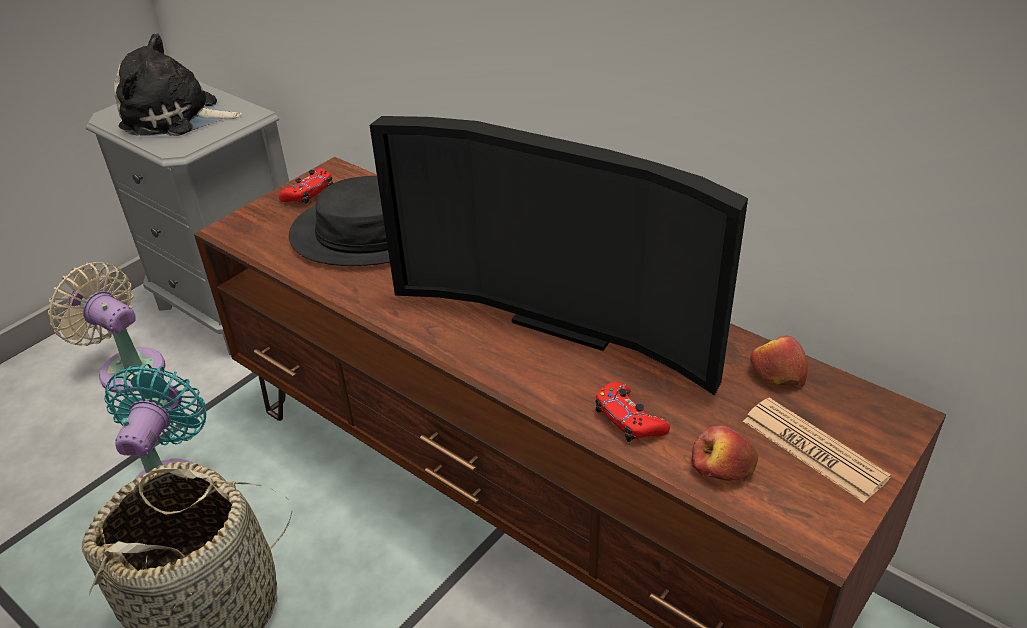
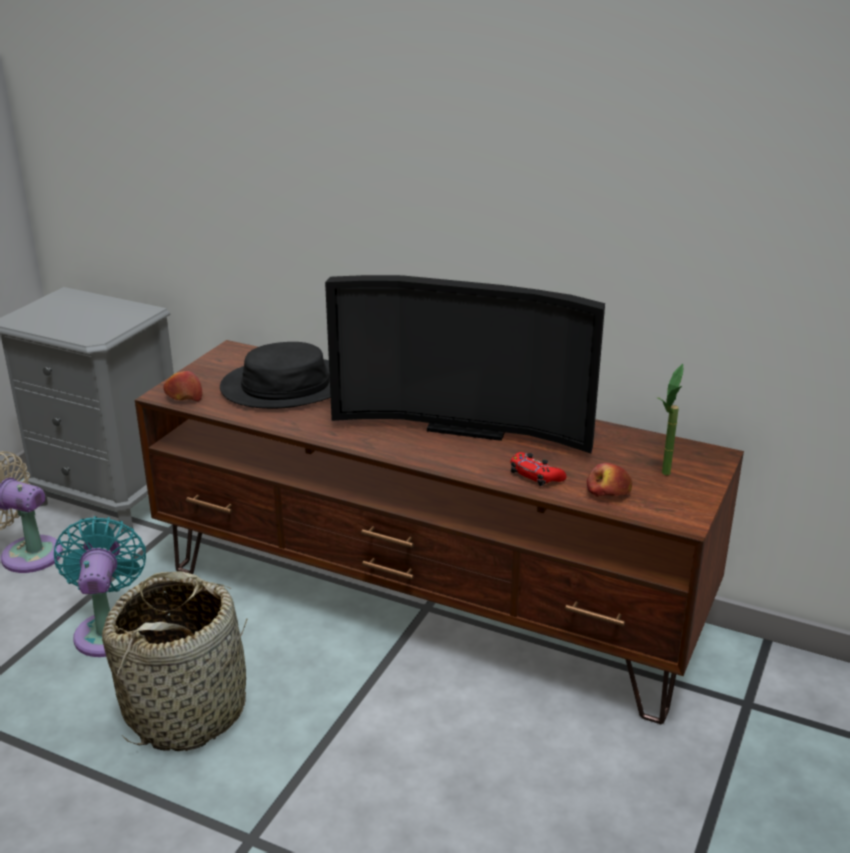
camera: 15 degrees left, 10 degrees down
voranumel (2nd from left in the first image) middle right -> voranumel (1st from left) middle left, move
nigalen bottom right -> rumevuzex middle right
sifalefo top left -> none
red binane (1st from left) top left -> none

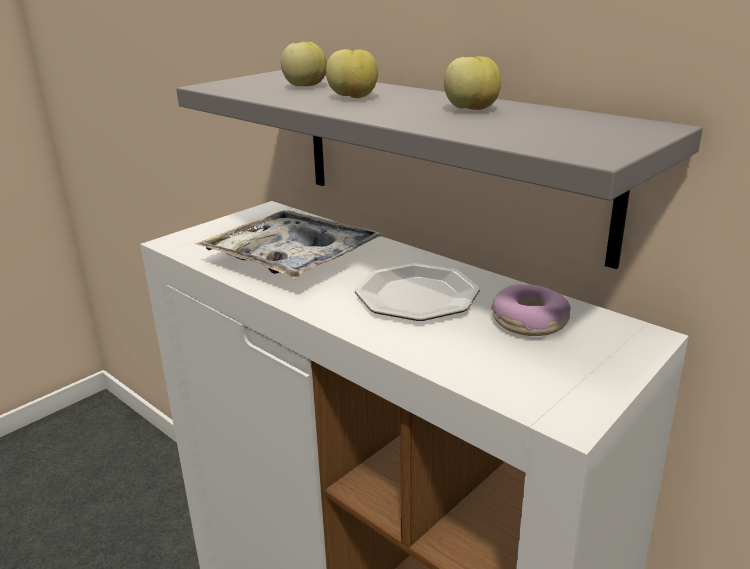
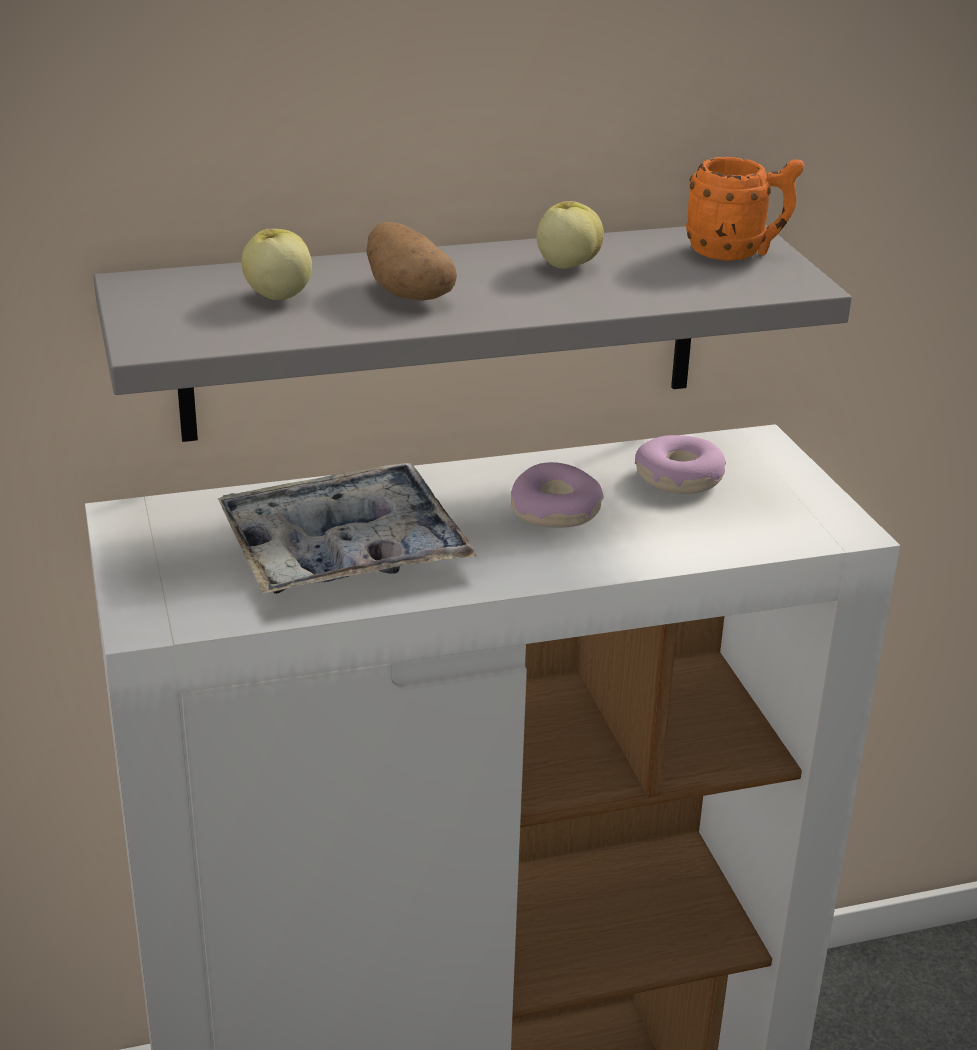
camera: 60 degrees left, 5 degrees up
voranumel (2nd from left) top centre -> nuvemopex top centre
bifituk centre -> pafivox (1st from left) centre
none -> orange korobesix top right

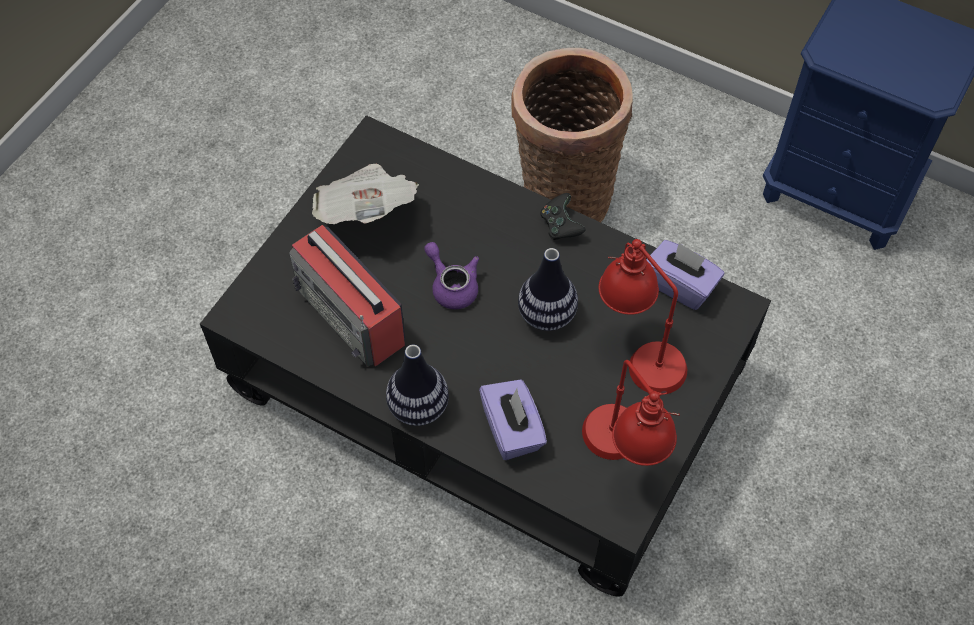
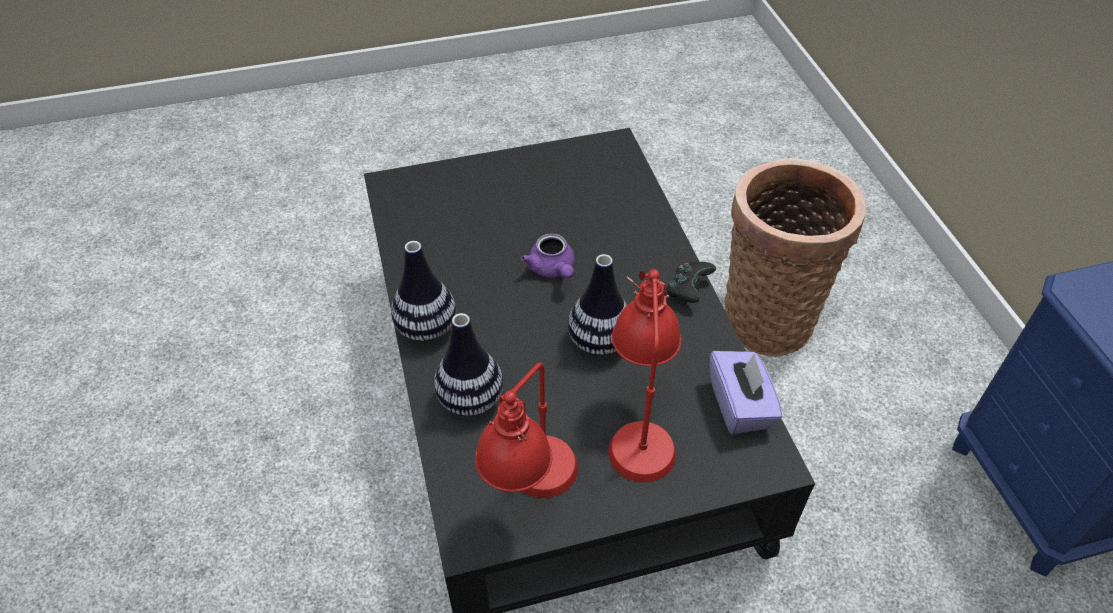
camera: 45 degrees right, 10 degrees down
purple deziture (1st from left) bottom centre -> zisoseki (2nd from left) centre
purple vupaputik centre, 150 degrees clockwise
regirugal centre -> none
nigalen top centre -> none

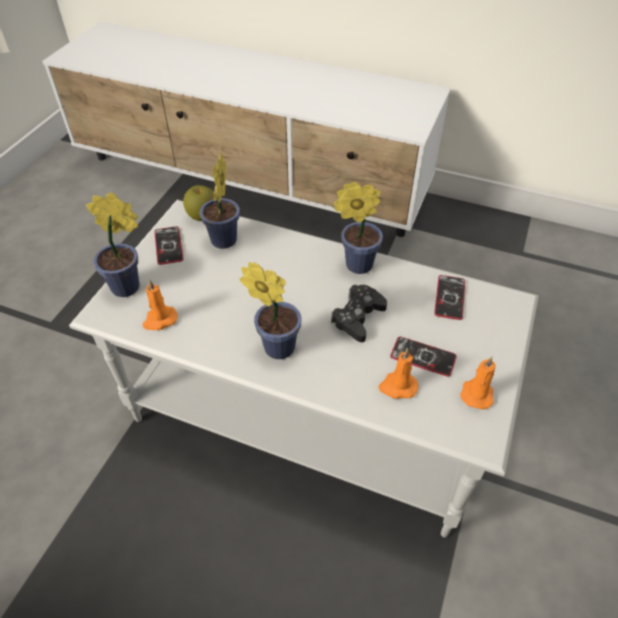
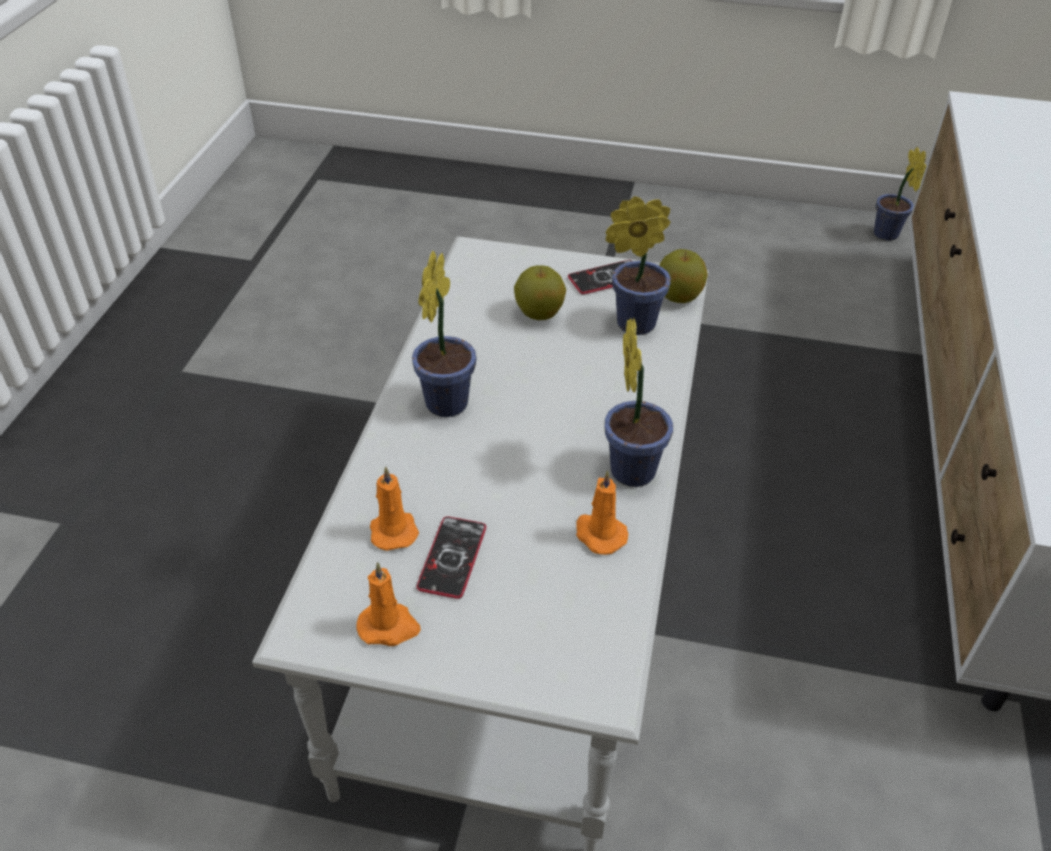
camera: 80 degrees right, 5 degrees down
none -> voranumel (1st from left) centre
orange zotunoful (1st from left in the first image) middle left -> orange zotunoful (3rd from left) centre, move
rumevuzex (1st from left in the first image) middle left -> rumevuzex (4th from left) top right, move
black binane centre -> none
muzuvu (3rd from left) middle right -> none

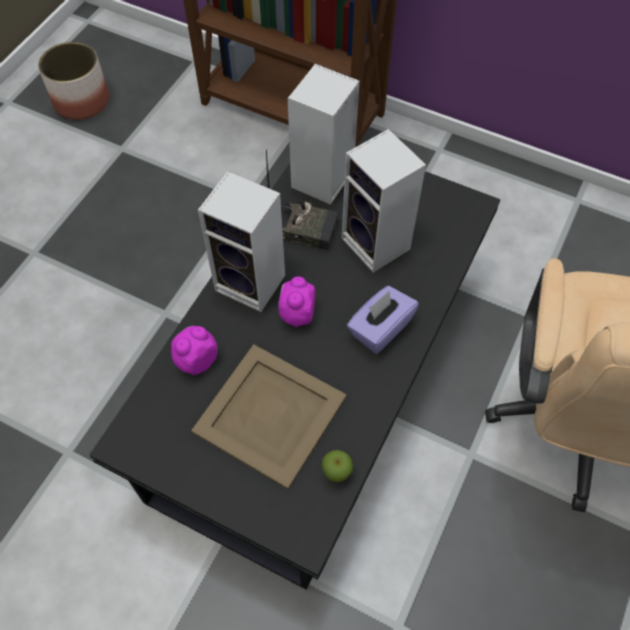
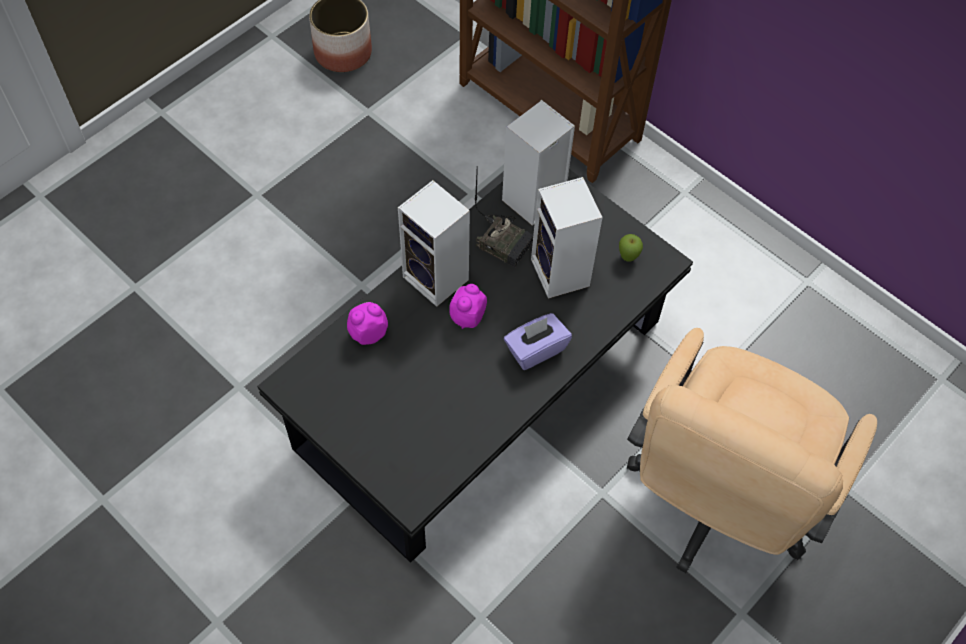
camera: 15 degrees right, 0 degrees up
voranumel bottom centre -> voranumel centre, move
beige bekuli centre -> none

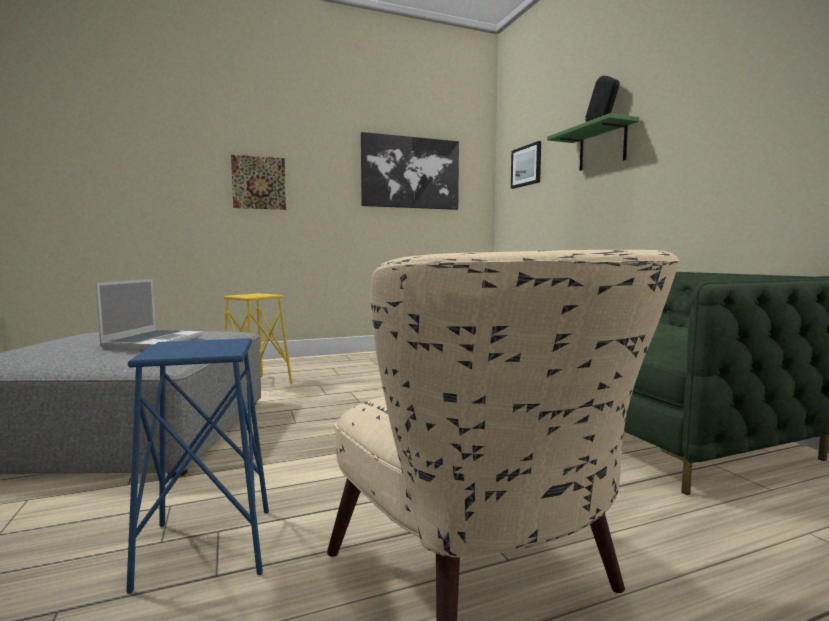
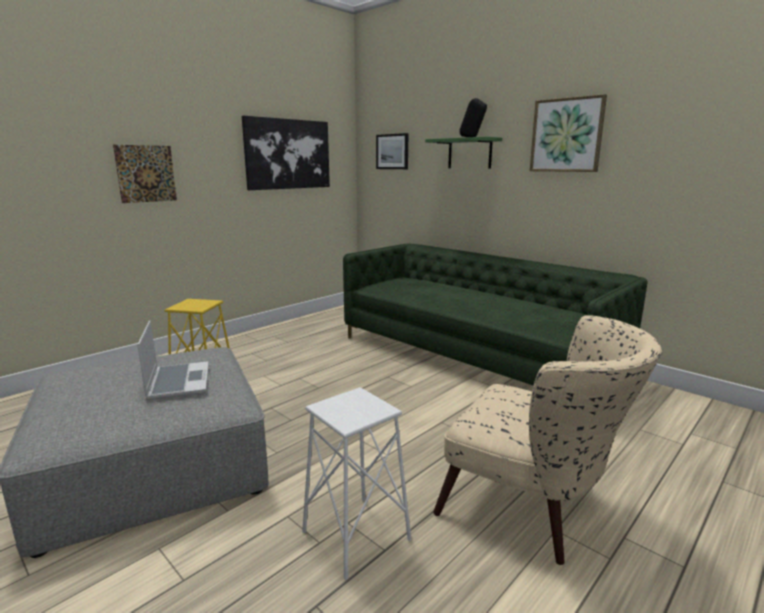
camera: 25 degrees left, 10 degrees up
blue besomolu bottom left -> white besomolu bottom centre
none -> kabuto (4th from left) top right

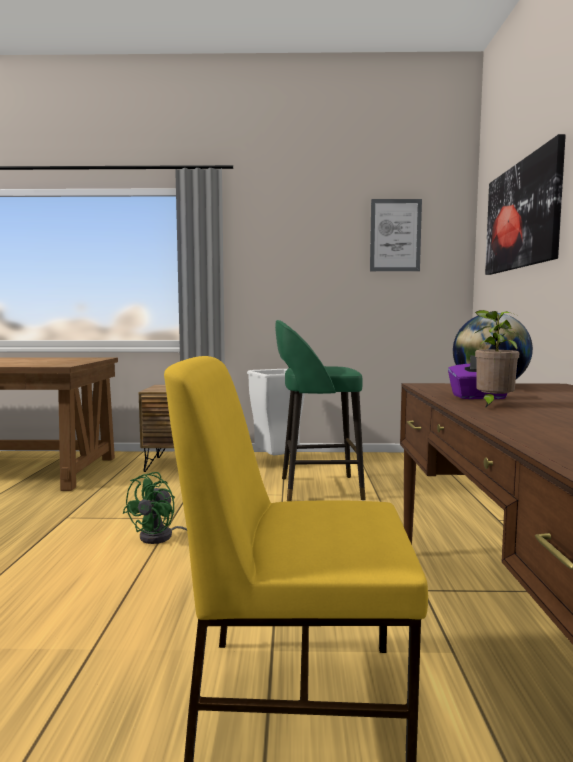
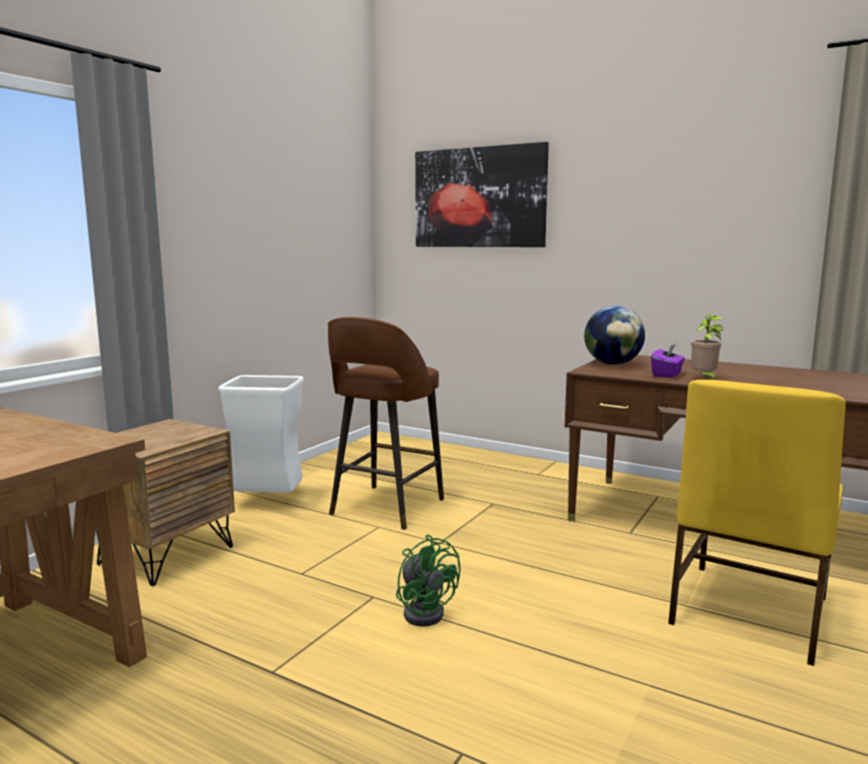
camera: 60 degrees left, 5 degrees up
green besomolu centre -> brown besomolu centre
kabuto (1st from left) top right -> none

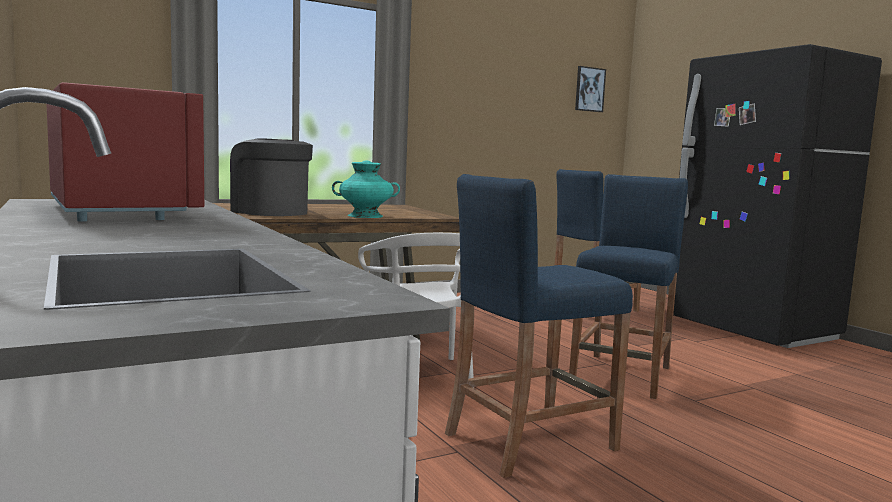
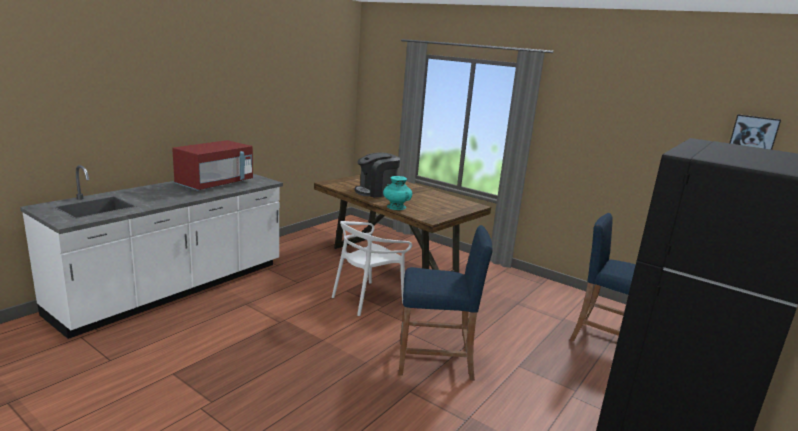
camera: 65 degrees right, 10 degrees up
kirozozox middle left -> kirozozox centre, 135 degrees counterclockwise
blue besomolu (1st from left) centre -> none

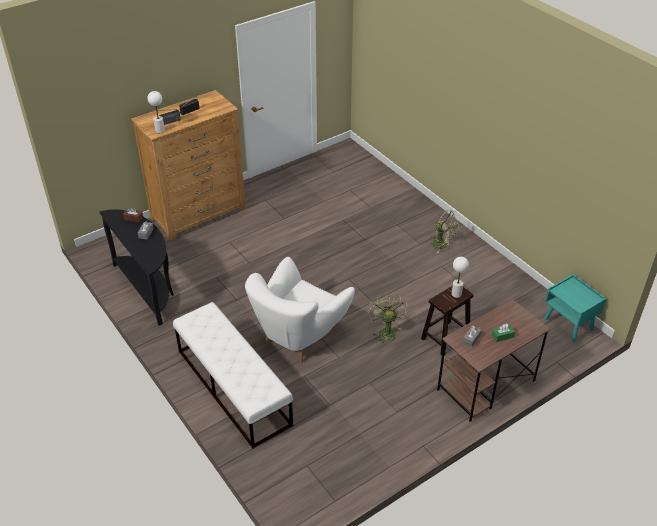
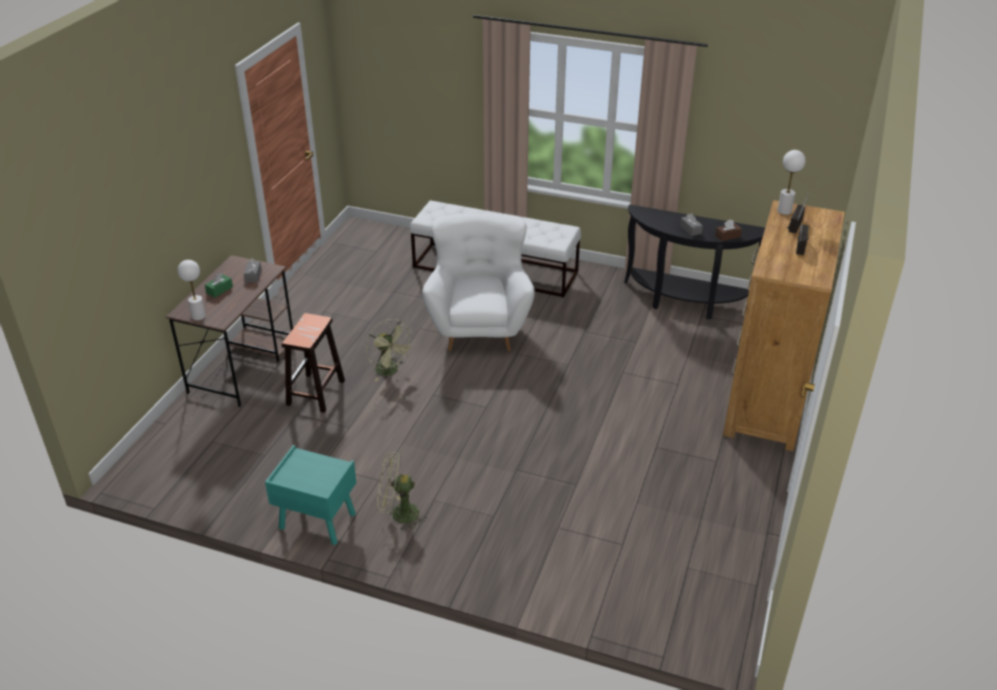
camera: 145 degrees right, 5 degrees down
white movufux (2nd from left in the first image) middle right -> white movufux (1st from left) middle left, move
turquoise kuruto middle right -> turquoise kuruto bottom left, move

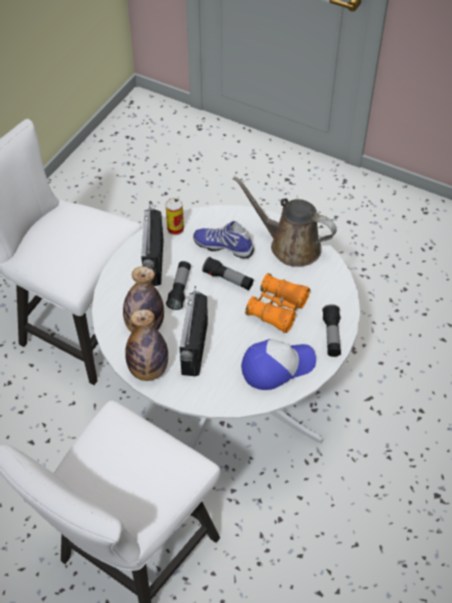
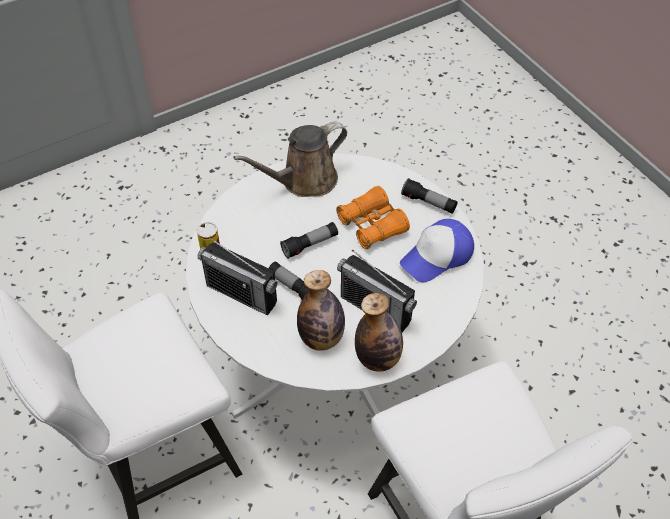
camera: 60 degrees left, 0 degrees up
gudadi centre, 135 degrees counterclockwise
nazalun centre -> none

